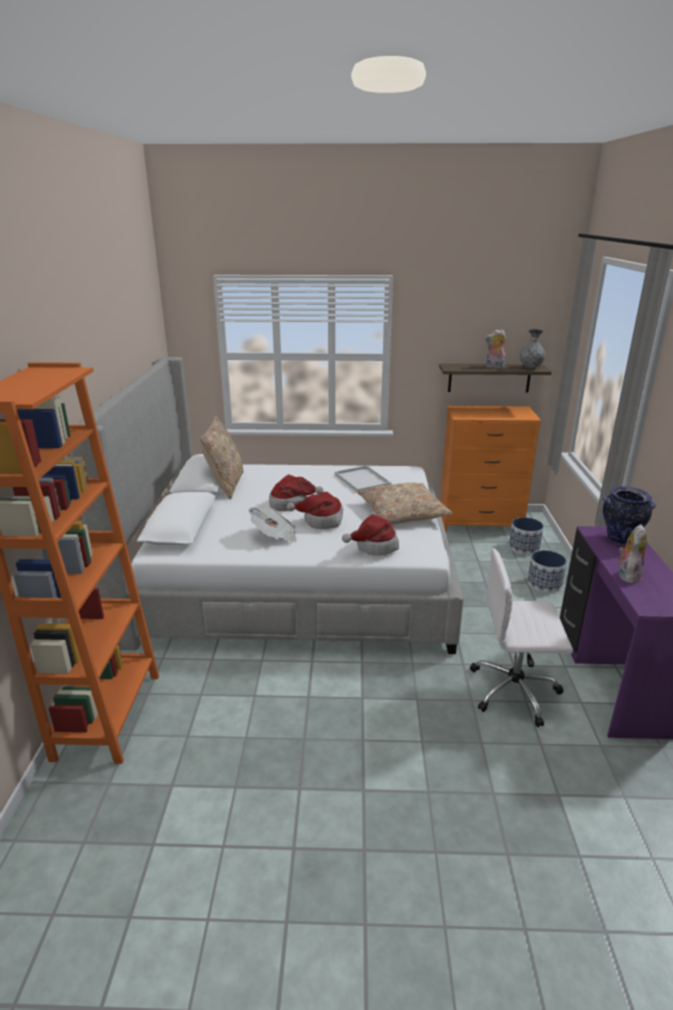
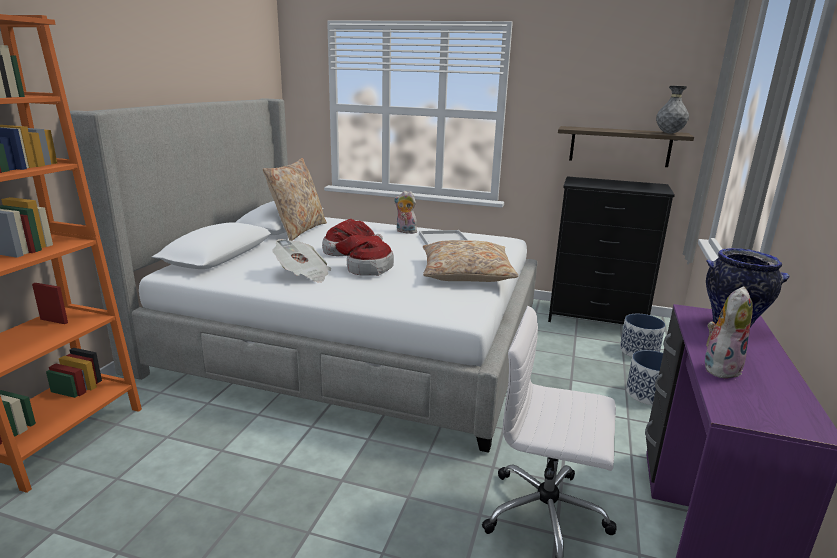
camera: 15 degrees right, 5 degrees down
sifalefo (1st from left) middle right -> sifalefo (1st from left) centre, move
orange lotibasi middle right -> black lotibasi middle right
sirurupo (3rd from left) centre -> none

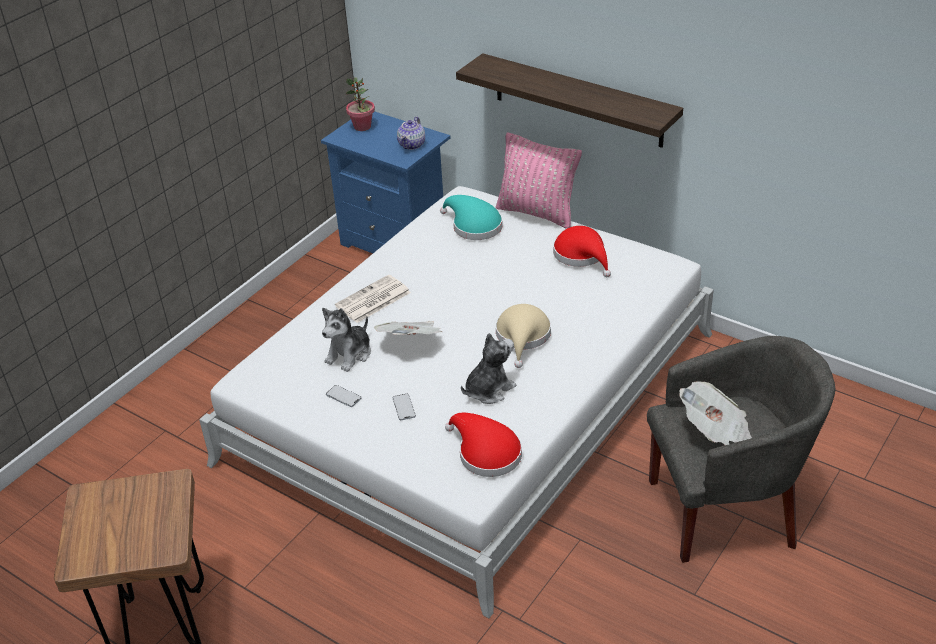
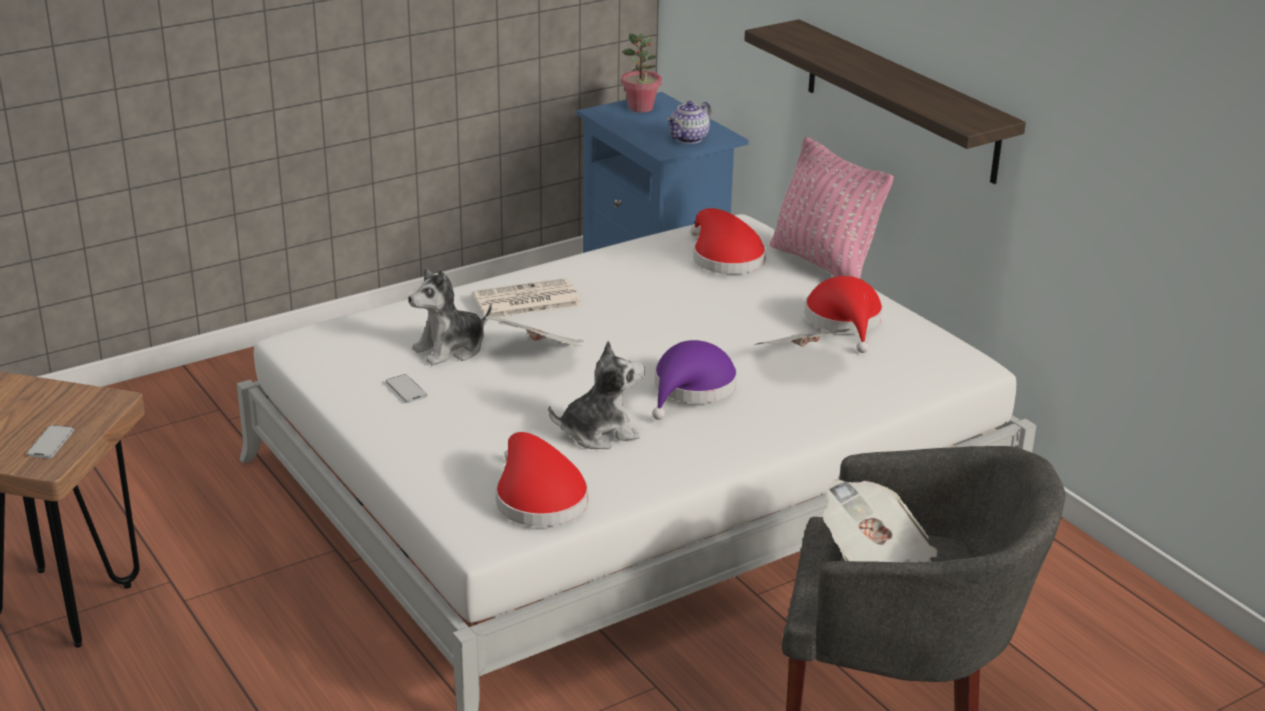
camera: 20 degrees right, 10 degrees down
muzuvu (2nd from left in the first image) centre -> muzuvu (1st from left) middle left, move
beige sirurupo centre -> purple sirurupo centre
turquoise sirurupo centre -> red sirurupo (2nd from left) centre
none -> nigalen (3rd from left) centre

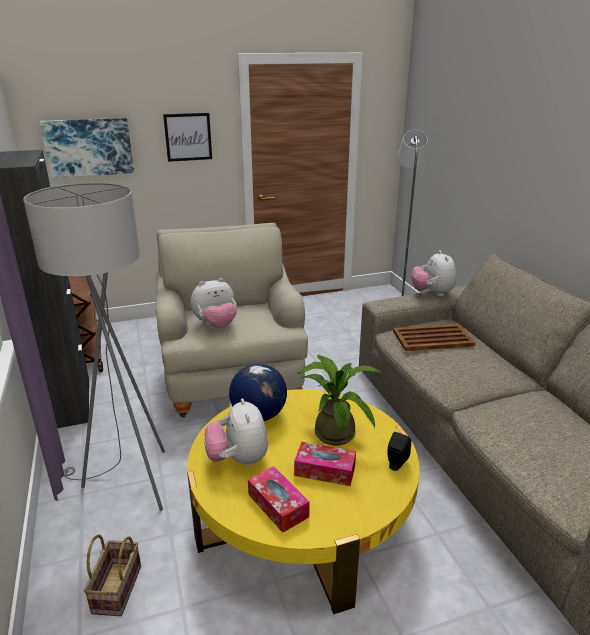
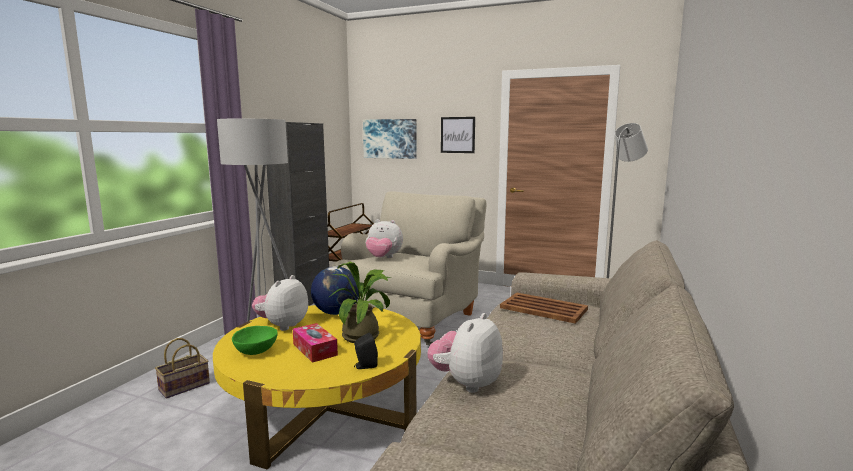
camera: 40 degrees right, 15 degrees down
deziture (1st from left) bottom centre -> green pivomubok bottom left
sifalefo (3rd from left) middle right -> sifalefo (3rd from left) bottom centre, move

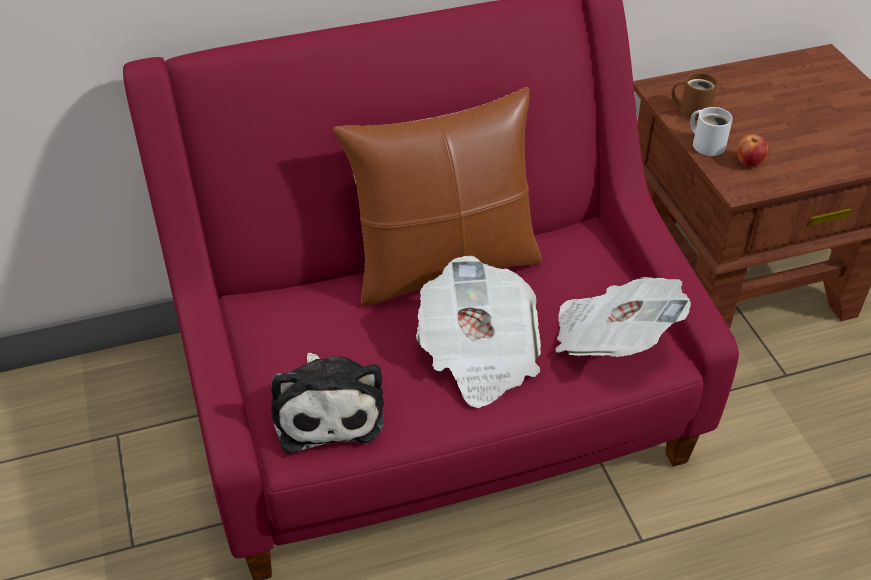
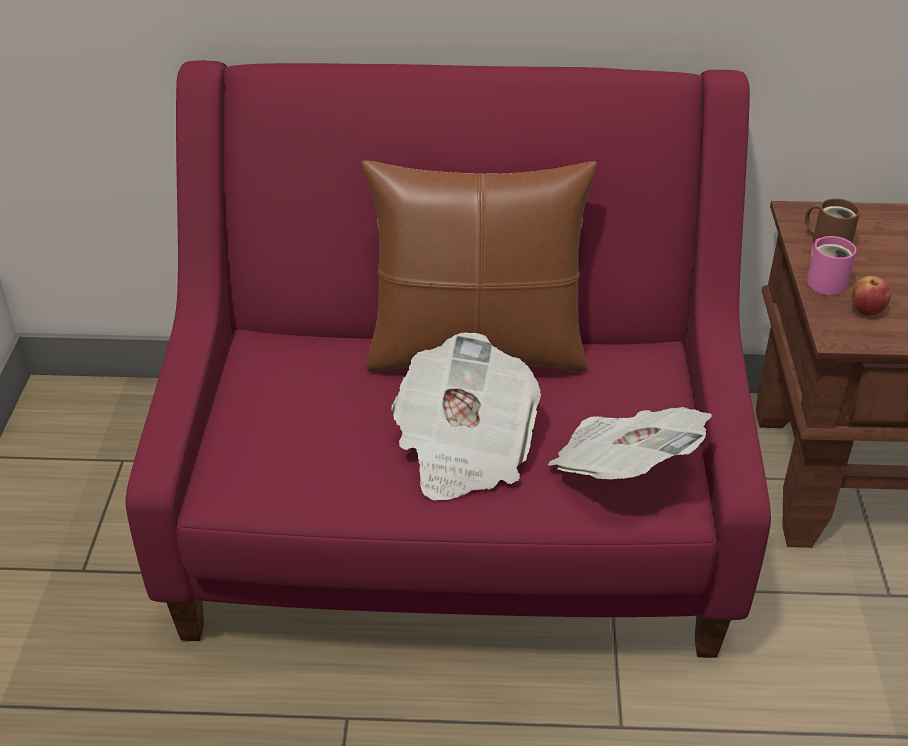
camera: 20 degrees right, 5 degrees down
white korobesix top right -> pink korobesix middle right
sifalefo bottom centre -> none

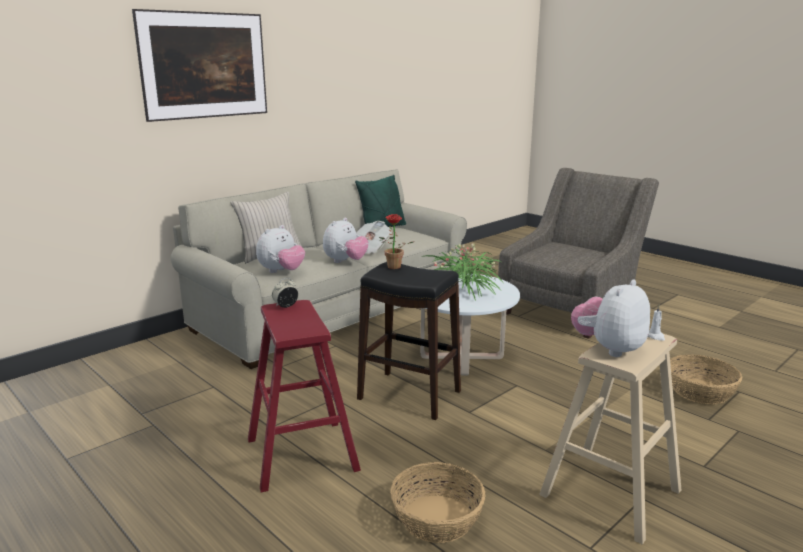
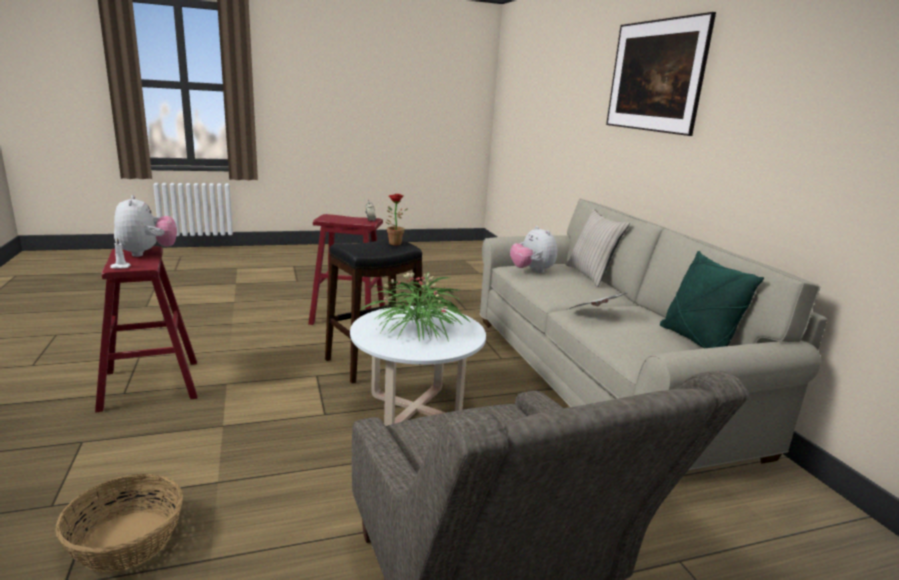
camera: 115 degrees right, 0 degrees up
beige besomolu bottom right -> red besomolu (1st from left) middle left
sifalefo (2nd from left) centre -> none
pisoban (1st from left) bottom centre -> none

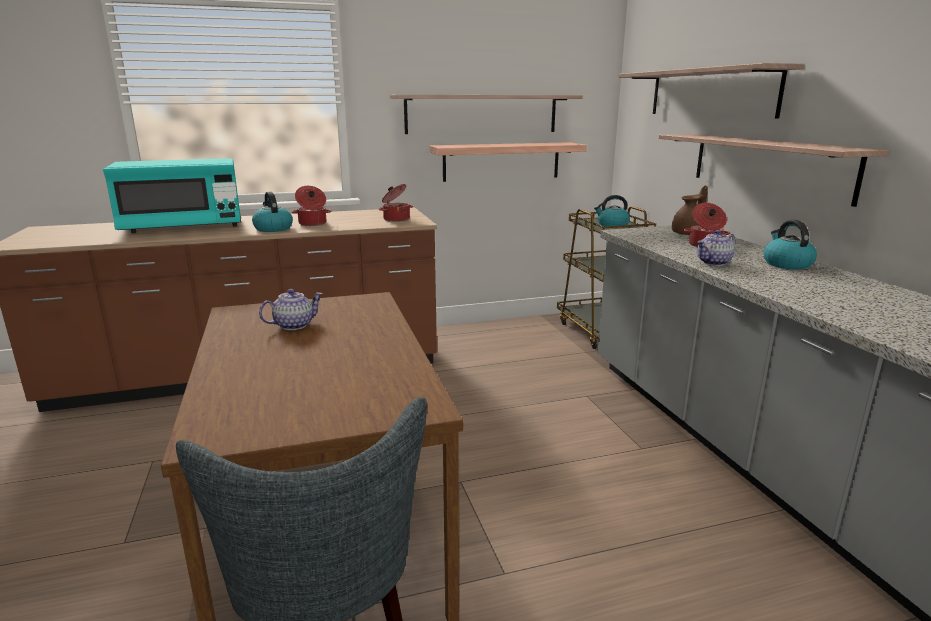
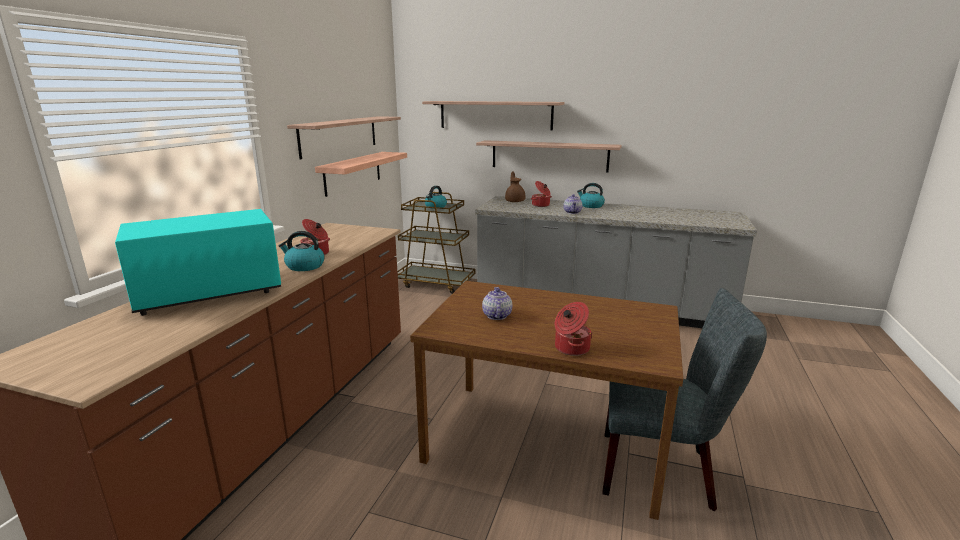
camera: 55 degrees left, 0 degrees up
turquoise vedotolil top left -> turquoise vedotolil middle left, 135 degrees counterclockwise
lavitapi (2nd from left in the first image) top centre -> lavitapi (3rd from left) centre, move

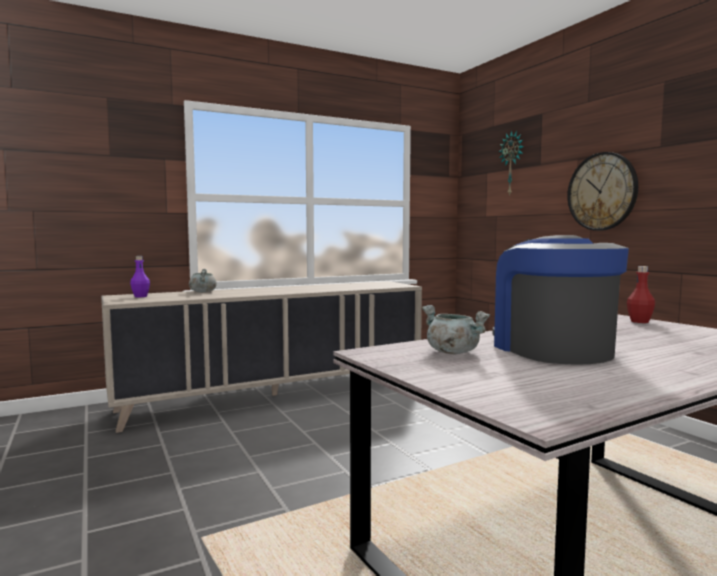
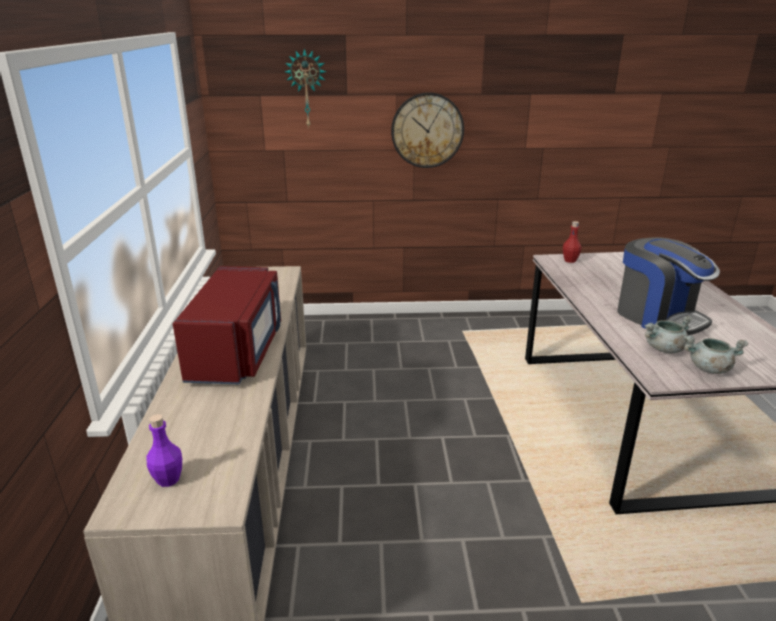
camera: 65 degrees left, 20 degrees up
none -> red vedotolil middle left
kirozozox middle right, 135 degrees counterclockwise
grey lavitapi (1st from left in the first image) middle left -> grey lavitapi (2nd from left) middle right, move

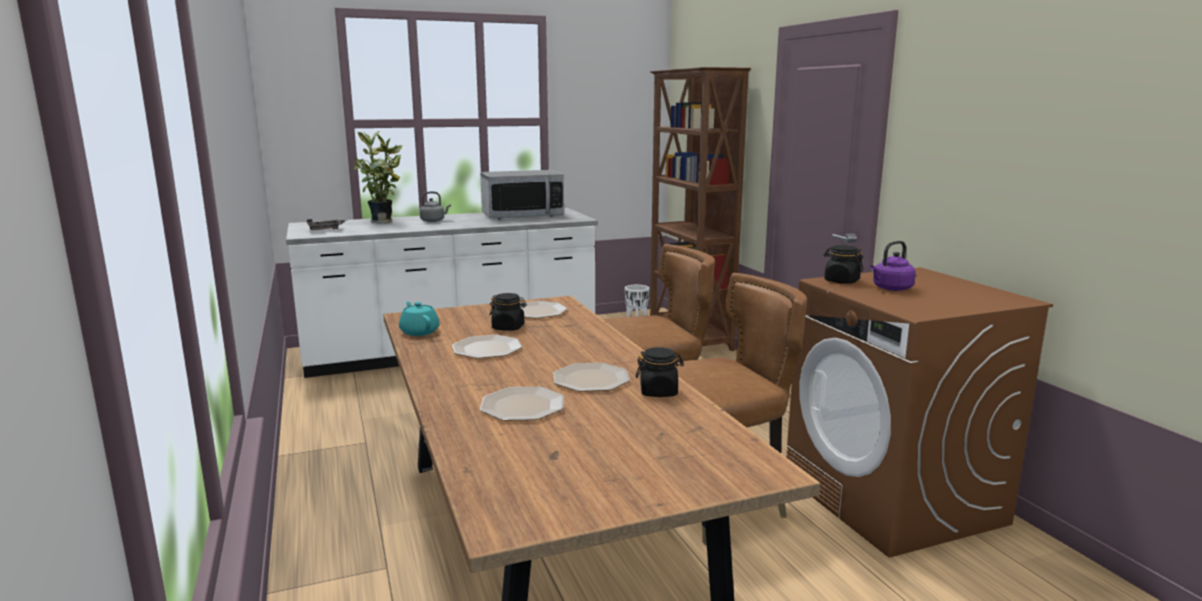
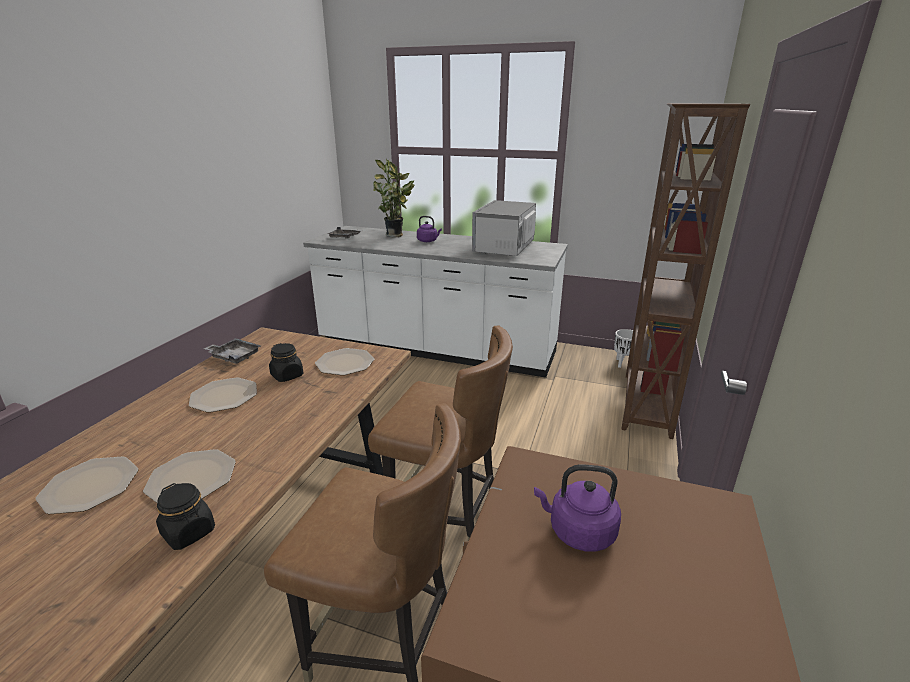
camera: 40 degrees right, 10 degrees up
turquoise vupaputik centre -> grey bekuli (1st from left) middle left
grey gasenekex centre -> purple gasenekex (1st from left) centre
vedotolil top centre -> vedotolil centre, 90 degrees clockwise
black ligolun (3rd from left) middle right -> none

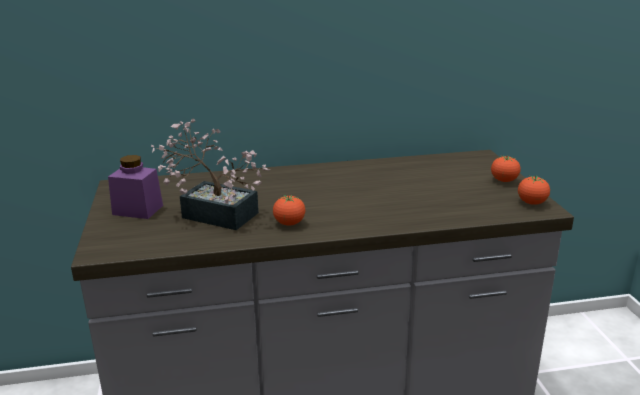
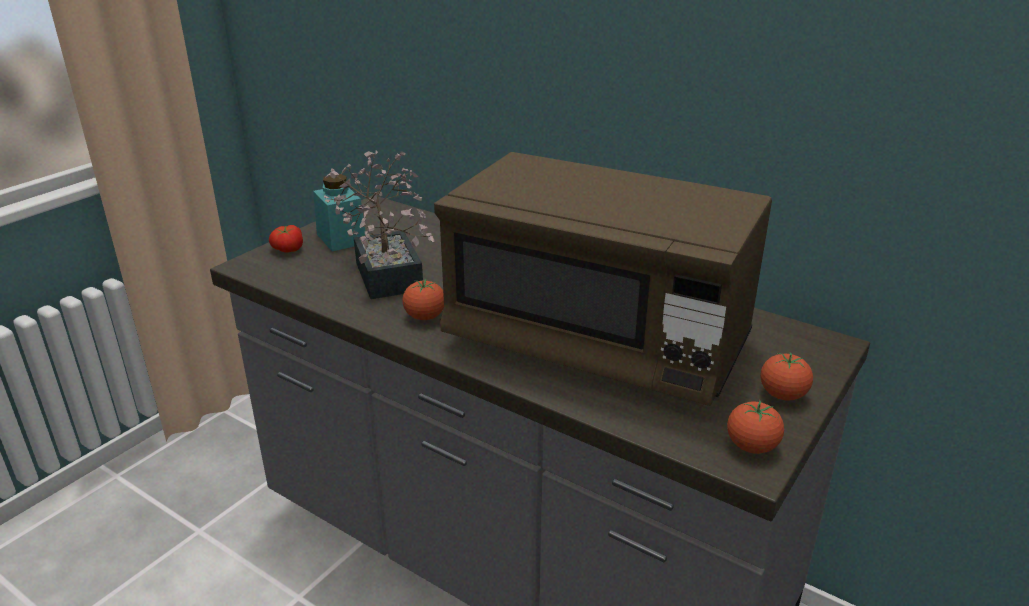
camera: 45 degrees right, 5 degrees up
none -> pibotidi (1st from left) middle left
purple ligolun middle left -> turquoise ligolun middle left
none -> brown vedotolil centre

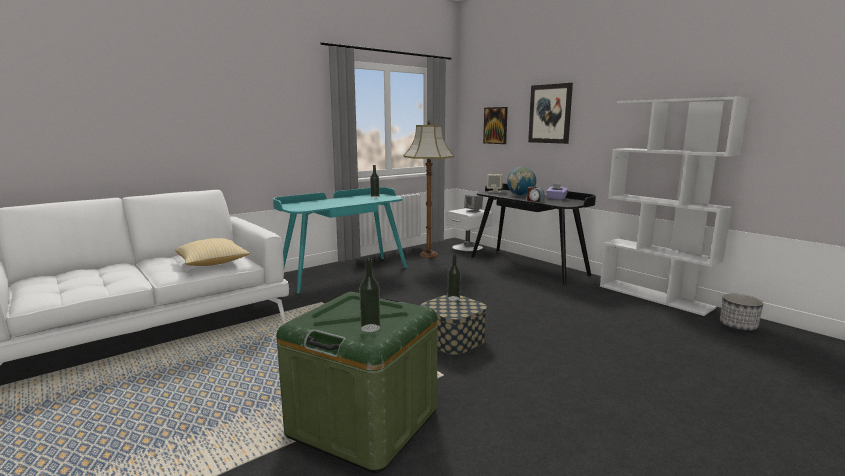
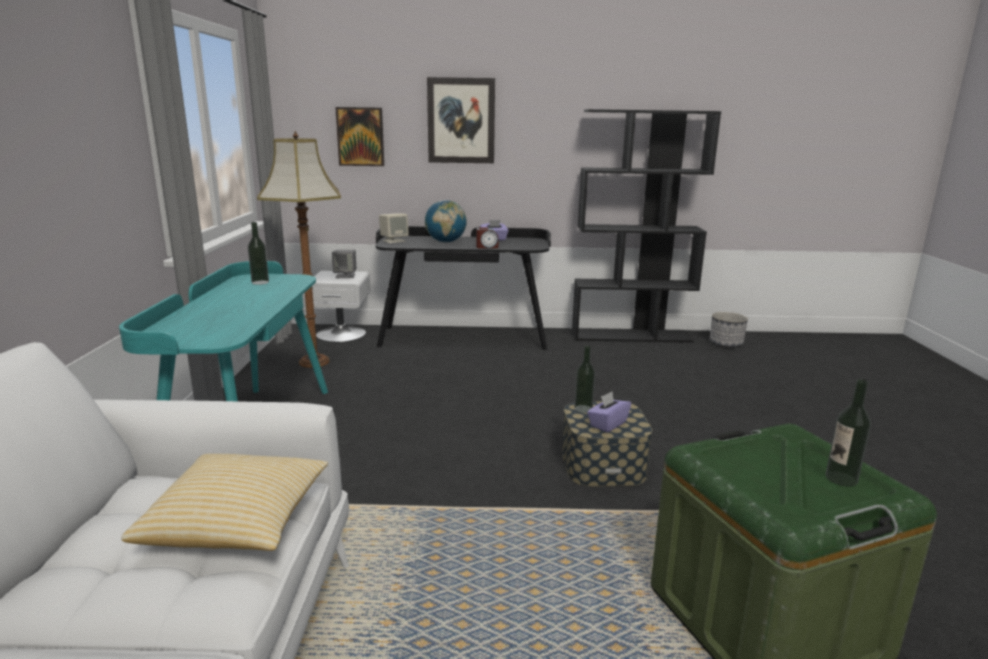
camera: 50 degrees left, 5 degrees up
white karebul middle right -> black karebul centre
none -> purple deziture (2nd from left) centre

